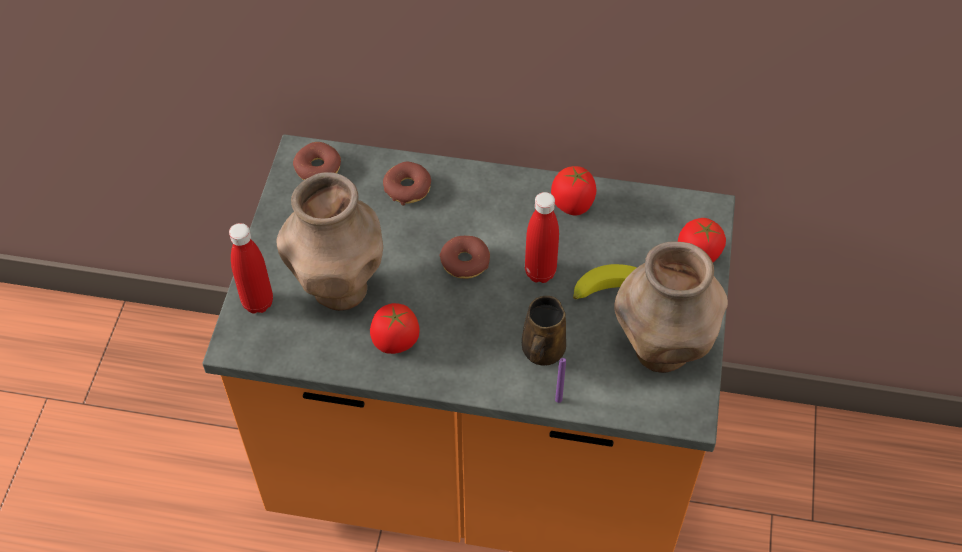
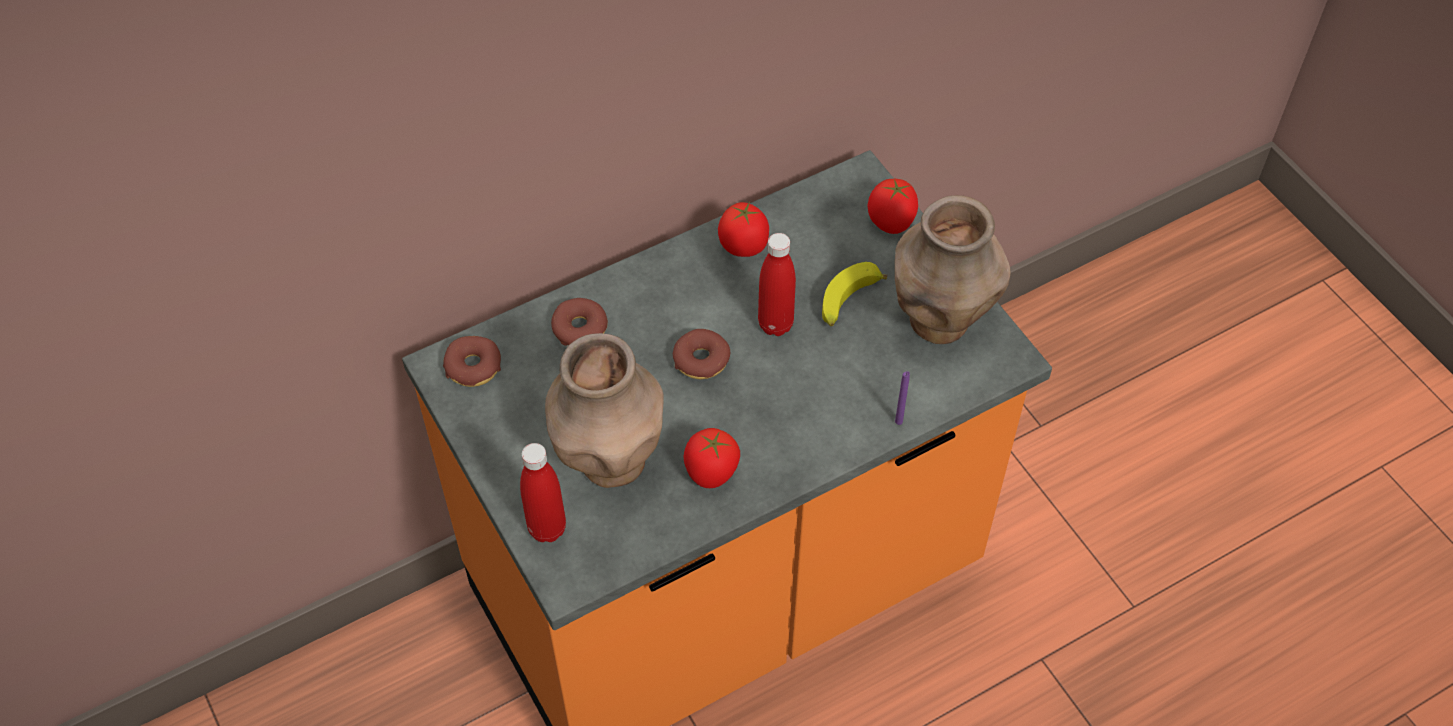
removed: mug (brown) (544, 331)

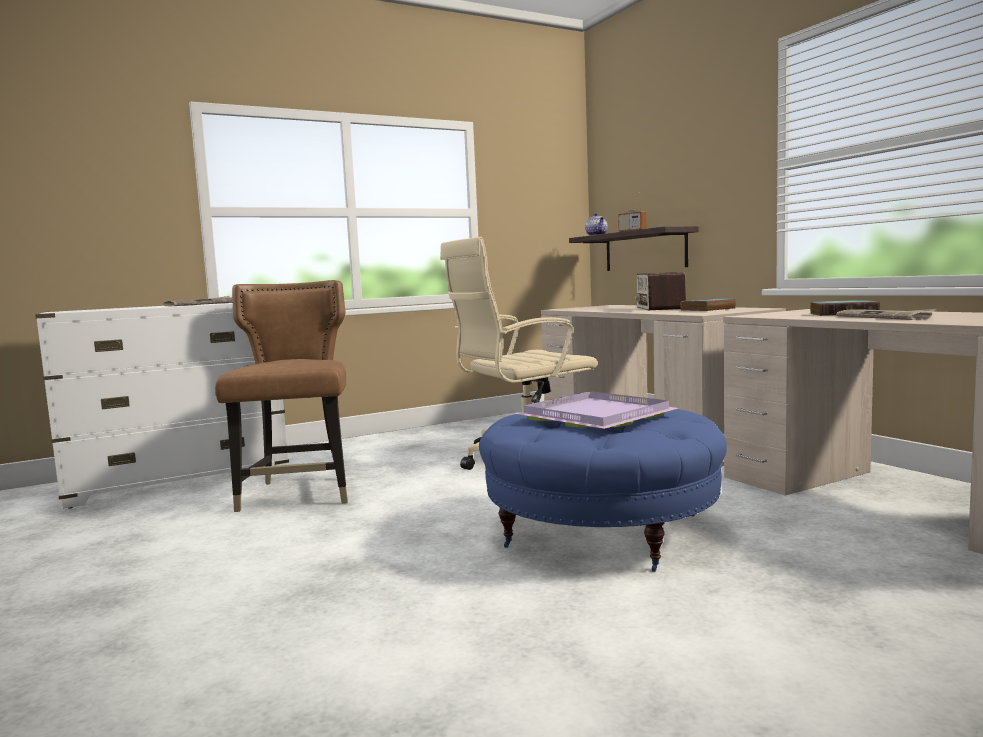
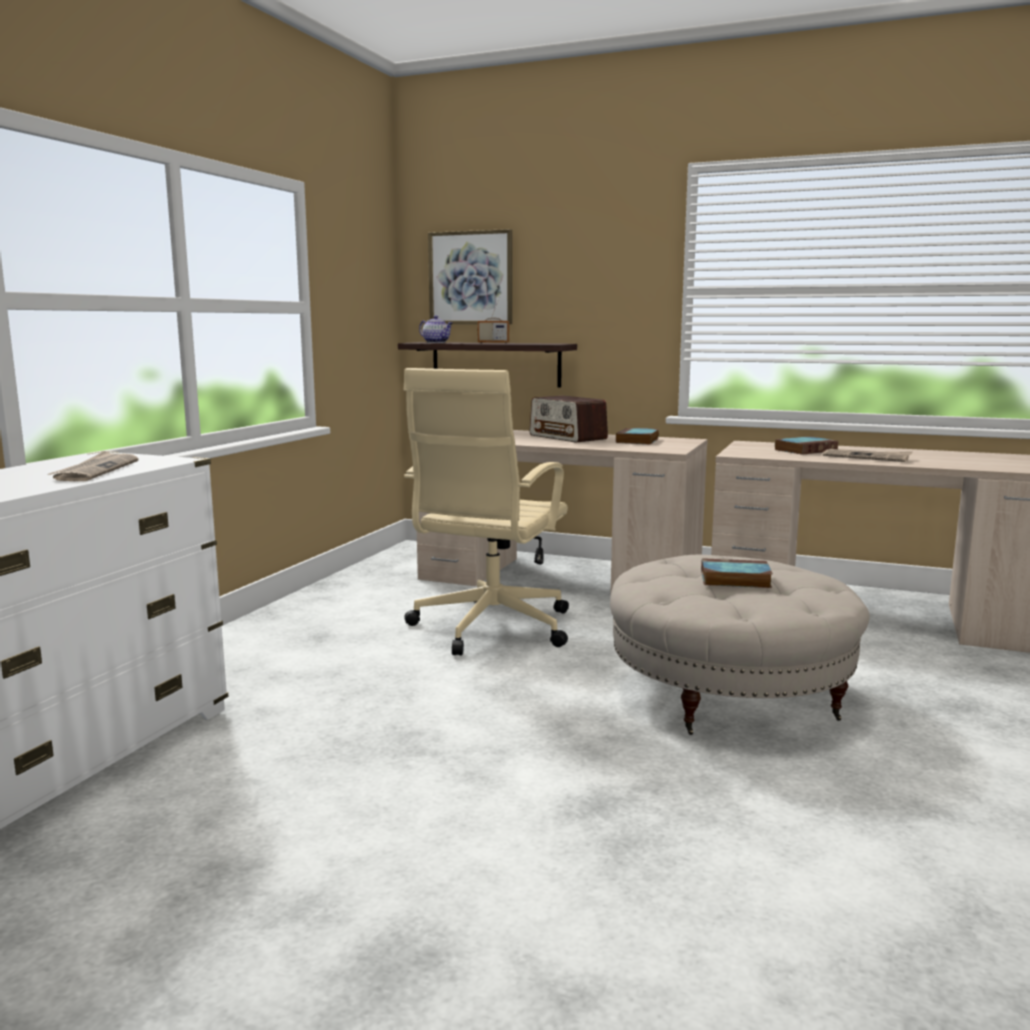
removed: chair (brown) (281, 396)
added: picture (470, 276)
replaced: tray (purple) (596, 410) to book (737, 573)
recoloured: ottoman (blue) (603, 487) to ottoman (beige) (739, 645)

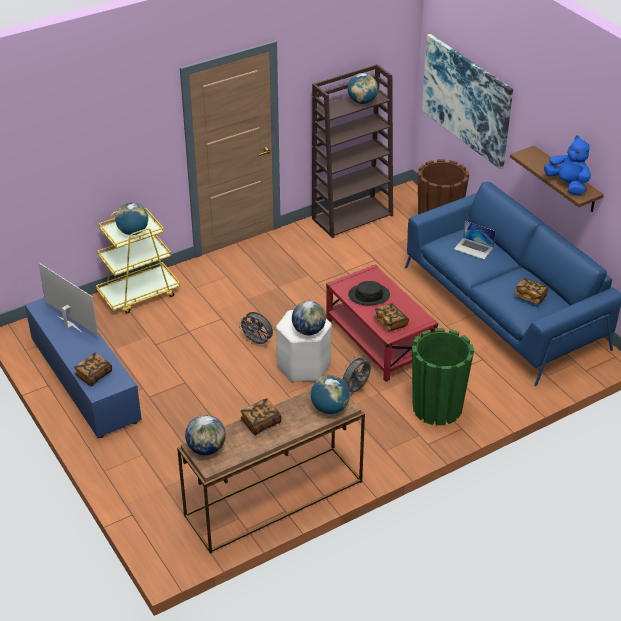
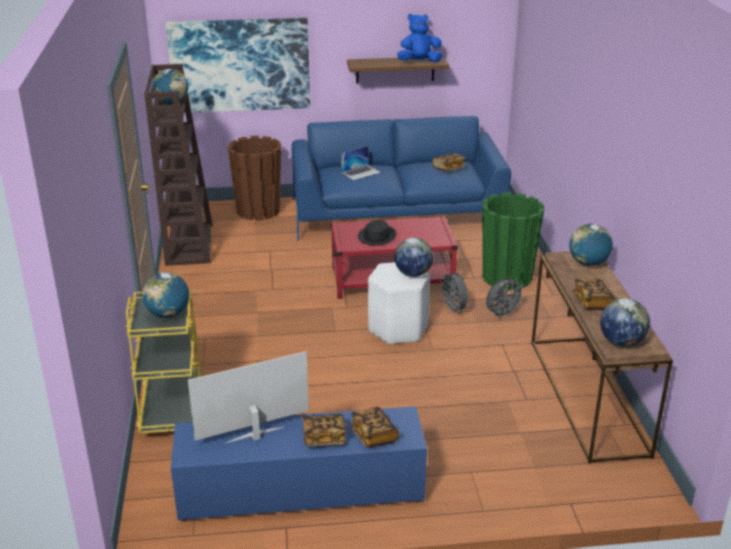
moved: book (391, 317) to (324, 430); fan (grey) (255, 329) to (505, 298)

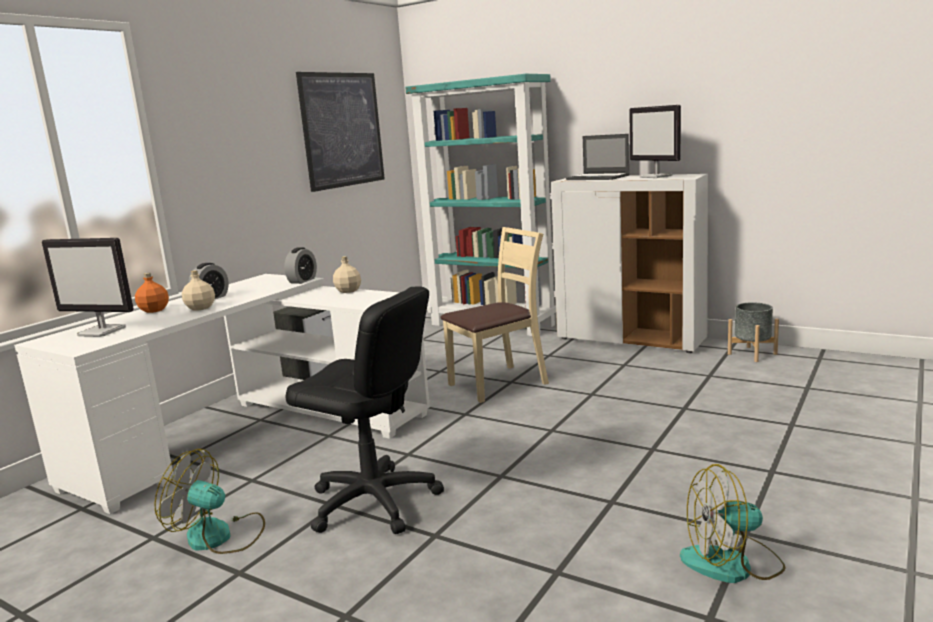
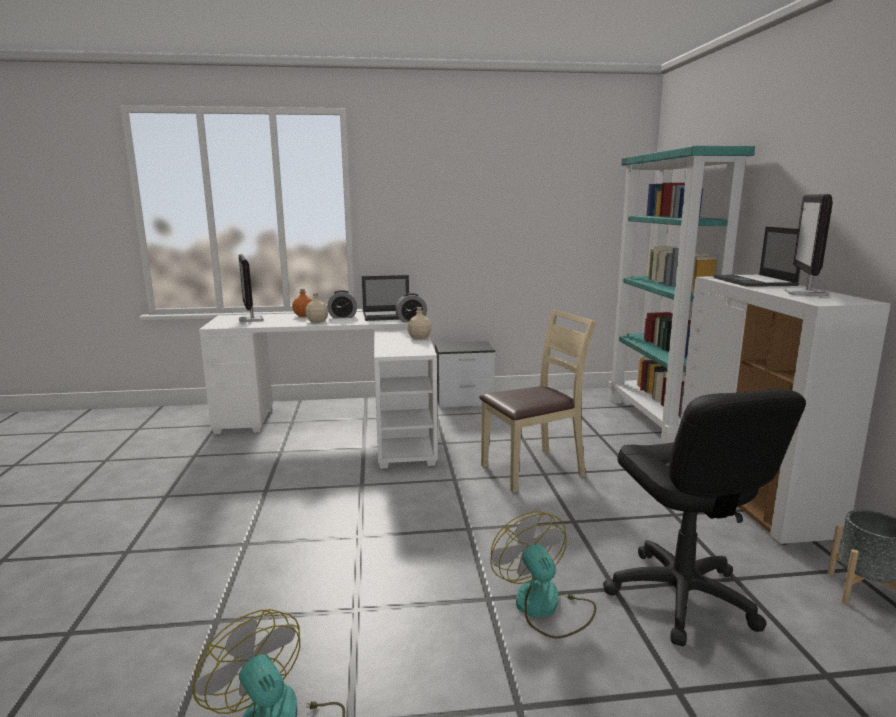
removed: picture (340, 132)
added: laptop (385, 298)
moved: office chair (black) (364, 410) to (704, 517); fan (209, 501) to (543, 575)
turned: chair (beige) (494, 315) = (538, 401) 45 degrees counterclockwise

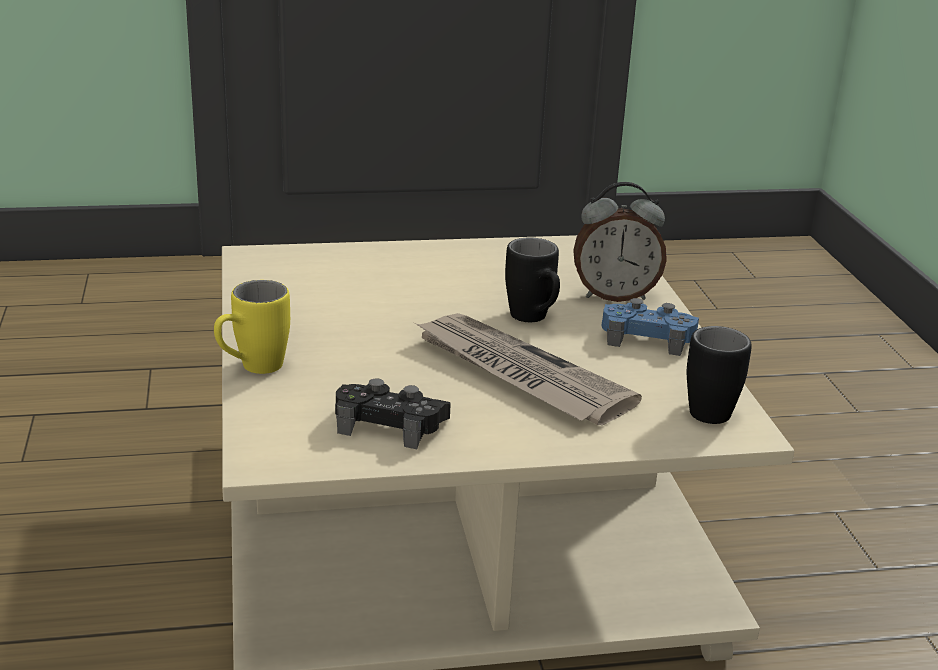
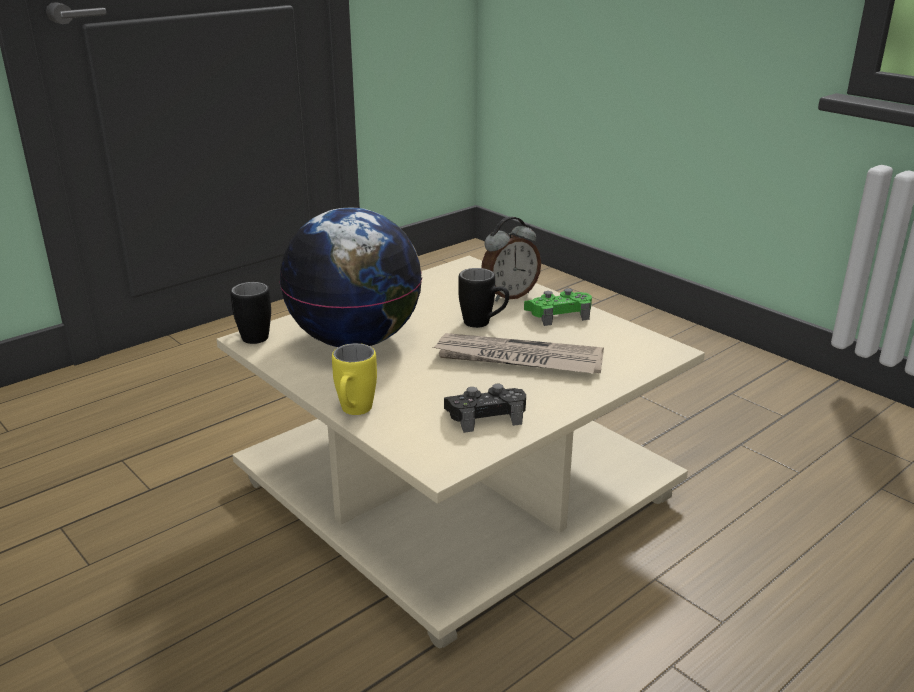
added: globe (351, 277)
moved: mug (black) (719, 375) to (250, 313)
recoloured: game controller (blue) (650, 327) to game controller (green) (558, 307)

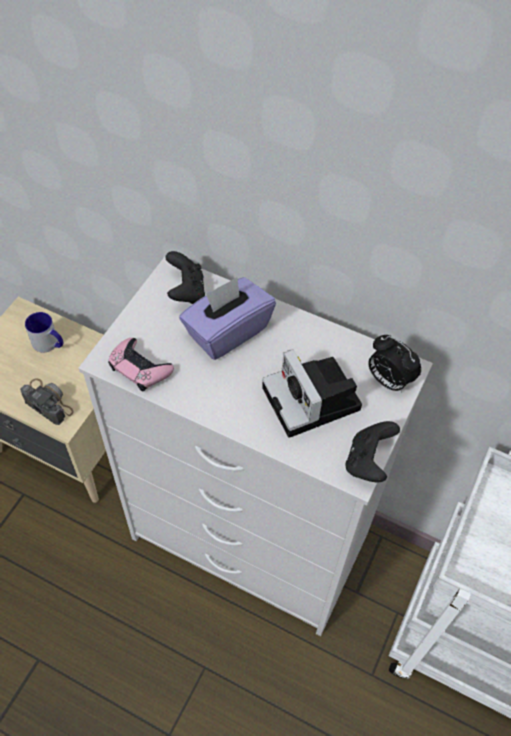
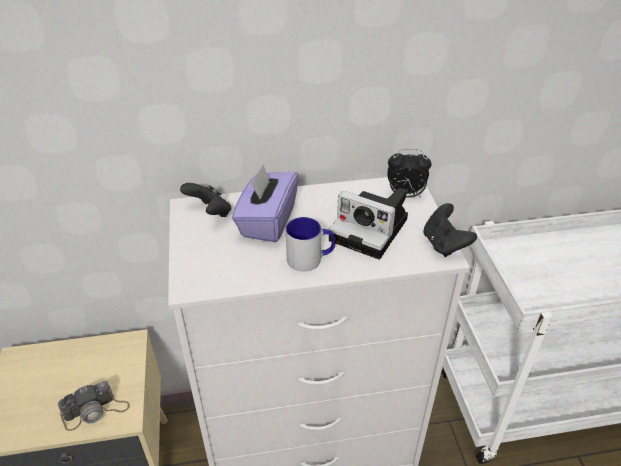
removed: game controller (pink) (141, 364)
moved: mug (44, 332) to (310, 244)
turned: photo camera (46, 401) = (94, 406) 150 degrees clockwise

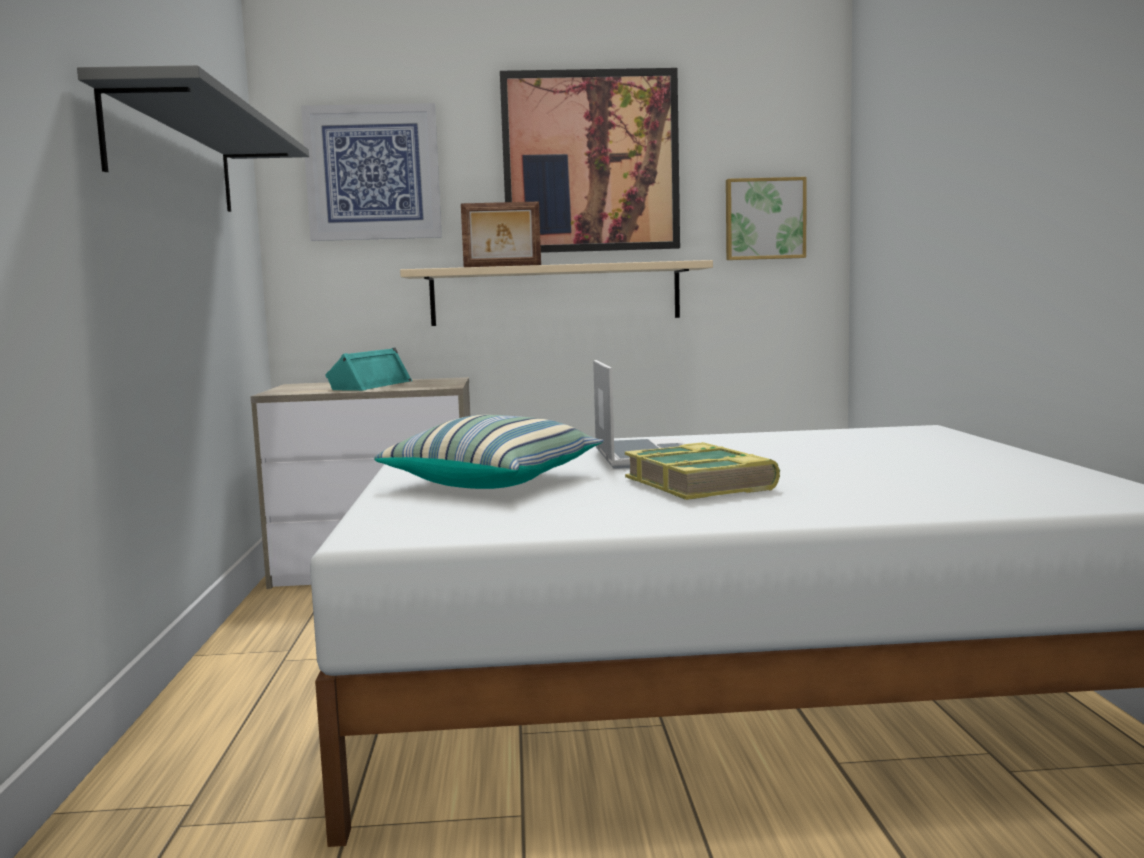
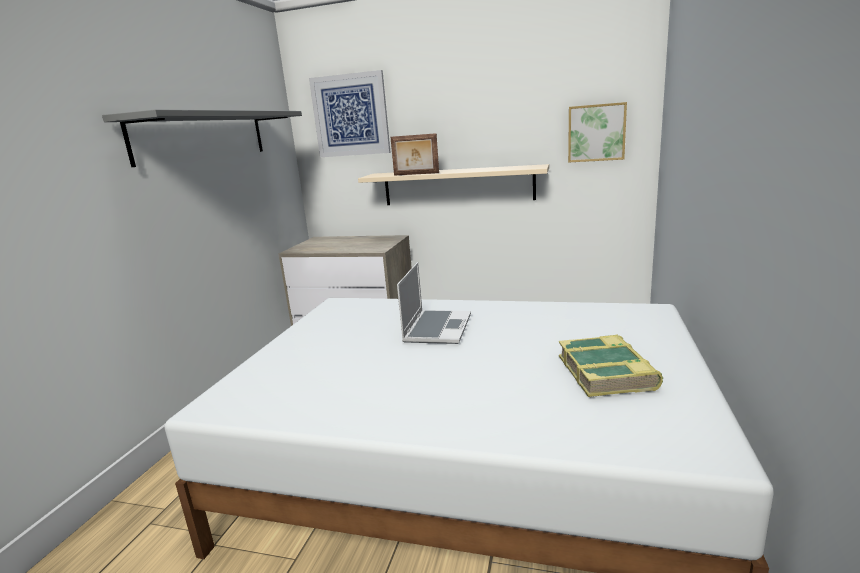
removed: picture (590, 160); speaker (turquoise) (368, 369); pillow (489, 452)
moved: book (702, 471) to (611, 365)

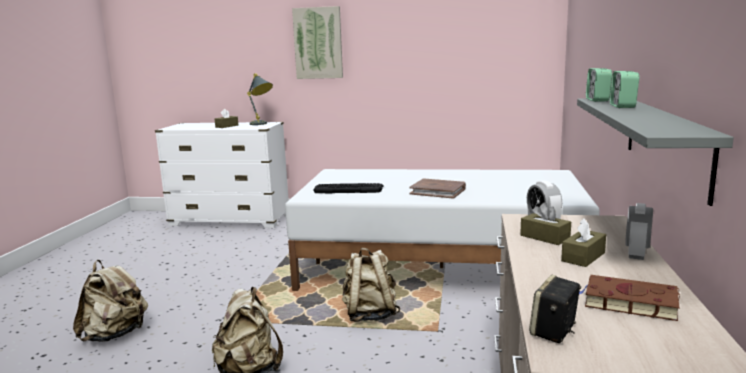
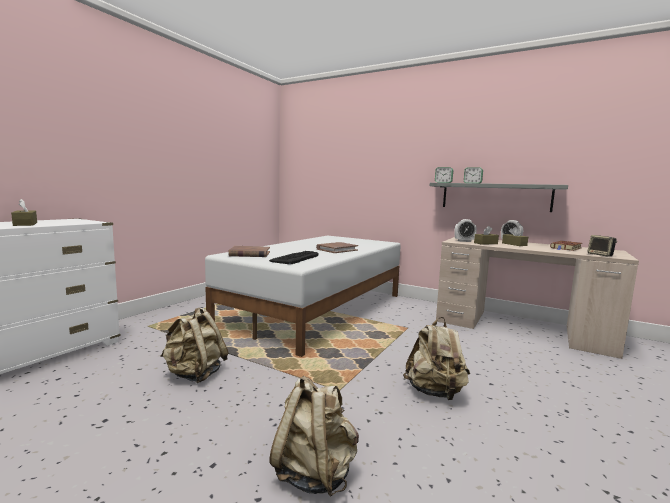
removed: picture (317, 42); table lamp (grey) (260, 99)
added: book (brown) (249, 251)
moved: backpack (beige) (371, 285) to (194, 345)

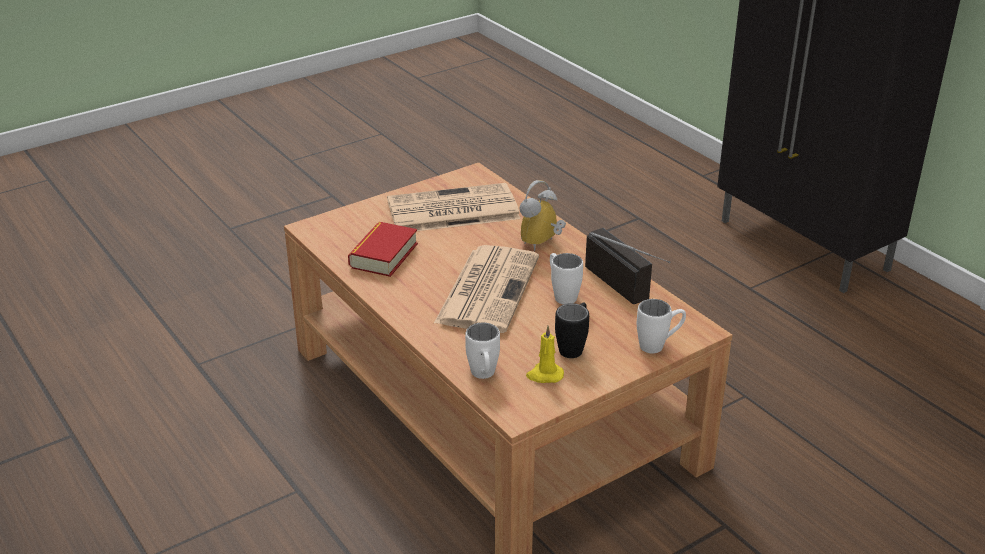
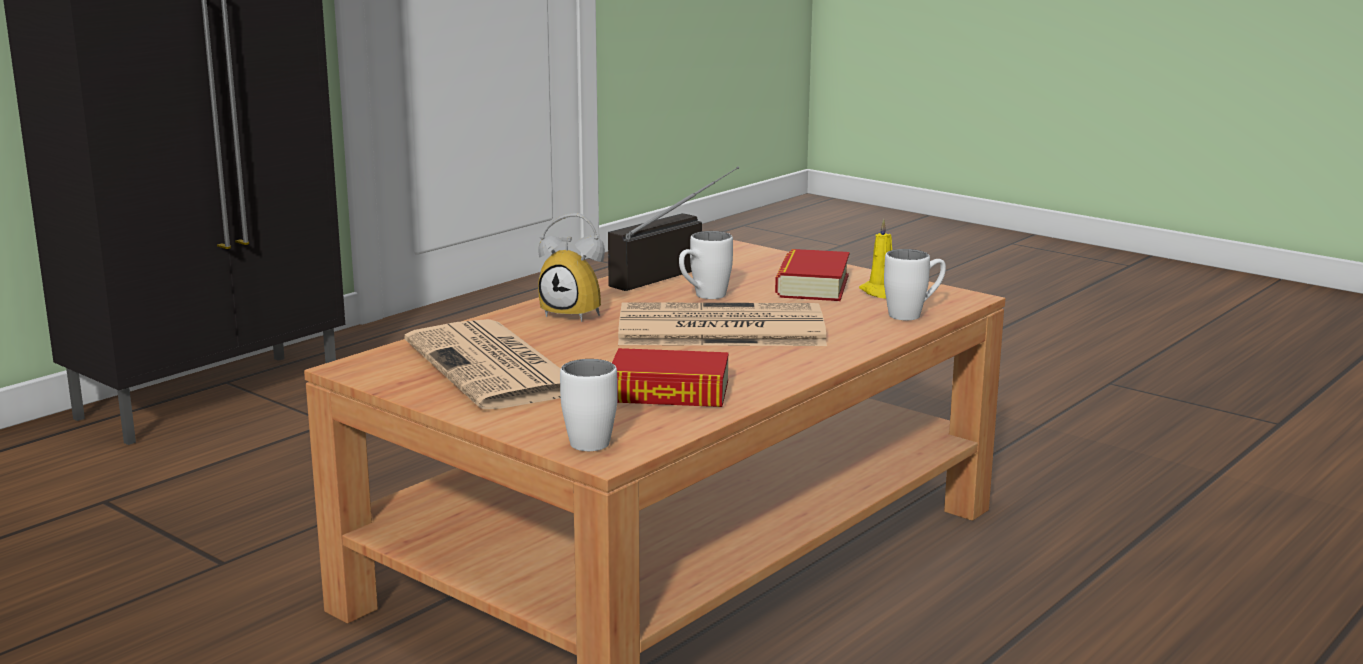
moved: mug (white) (661, 326) to (589, 405)
replaced: mug (black) (572, 330) to book (812, 275)

